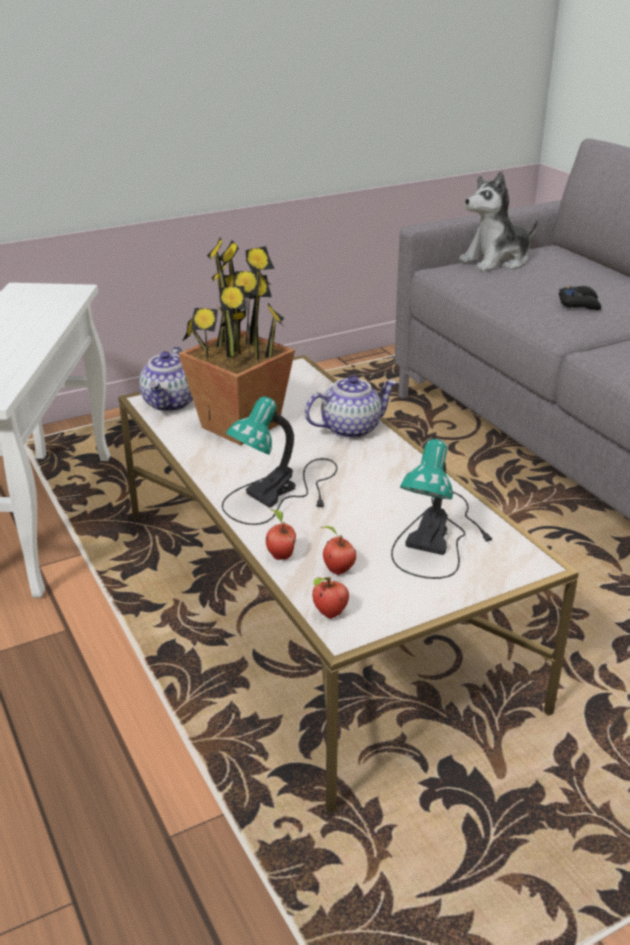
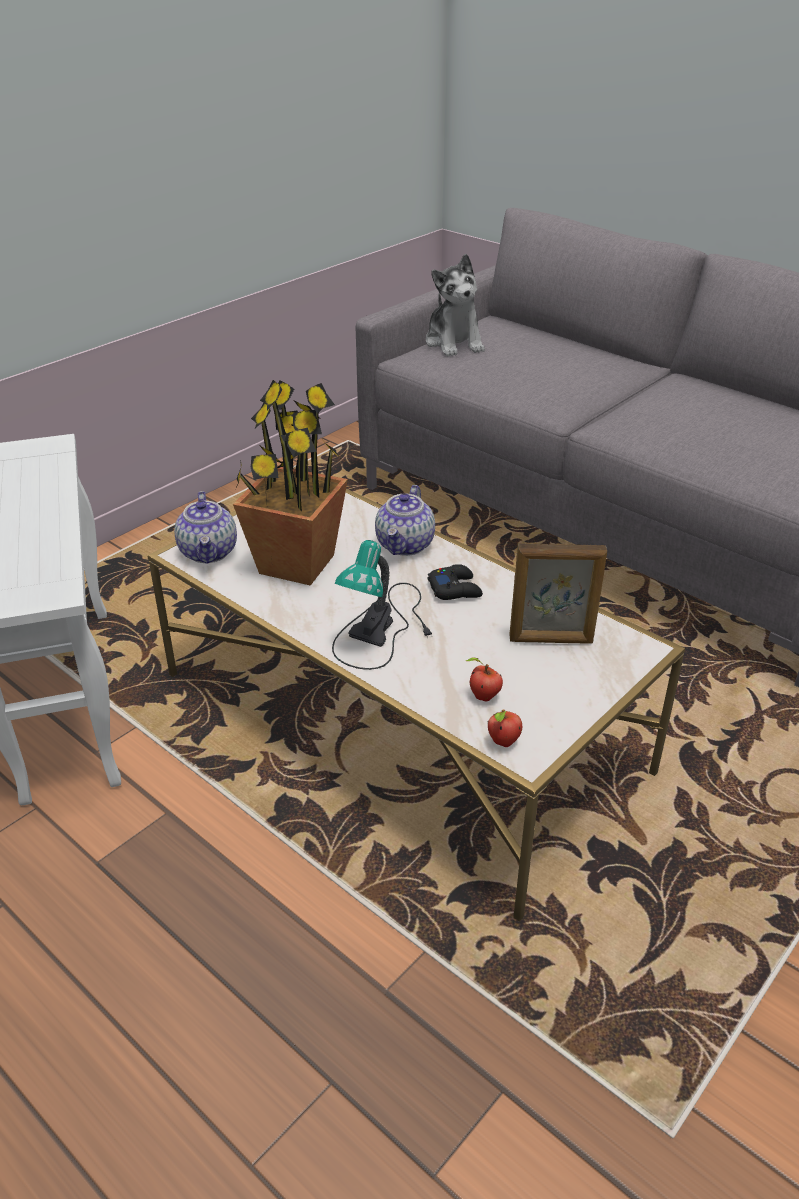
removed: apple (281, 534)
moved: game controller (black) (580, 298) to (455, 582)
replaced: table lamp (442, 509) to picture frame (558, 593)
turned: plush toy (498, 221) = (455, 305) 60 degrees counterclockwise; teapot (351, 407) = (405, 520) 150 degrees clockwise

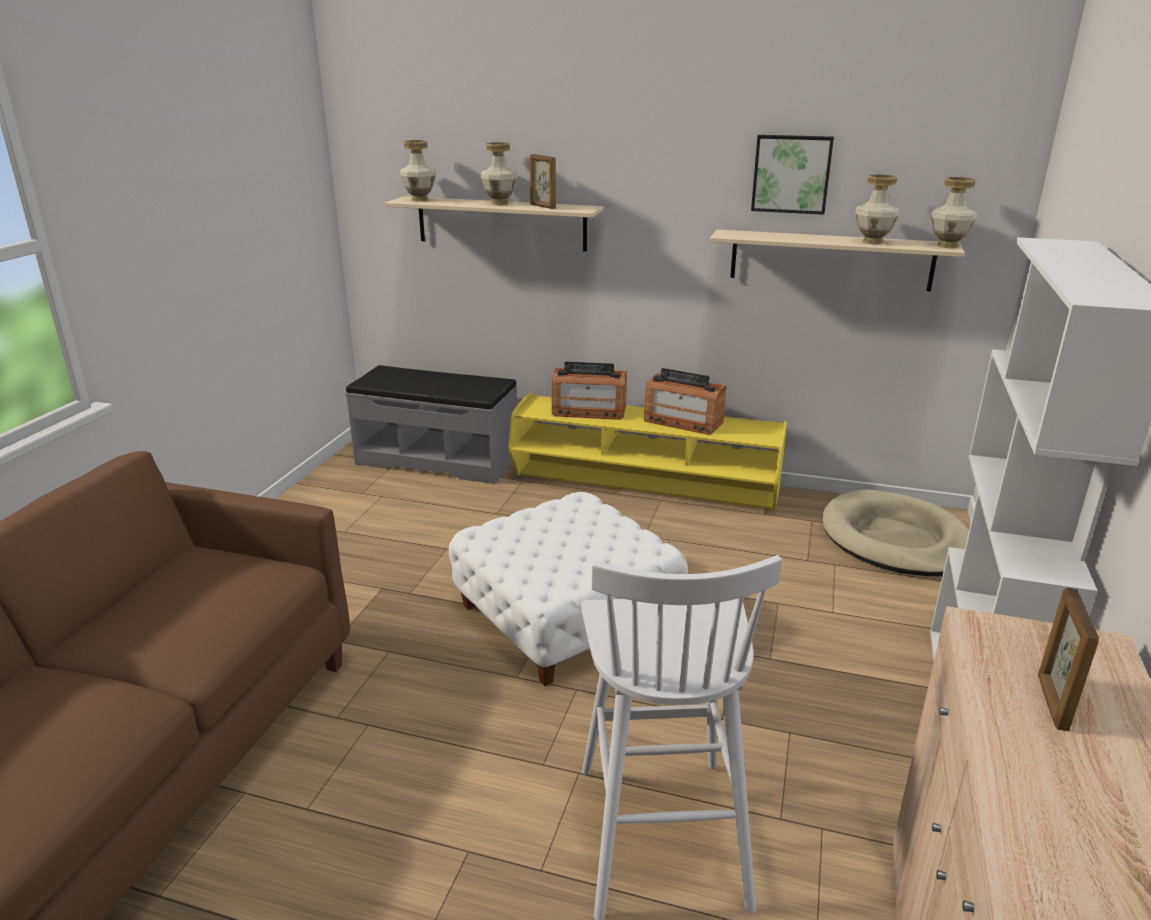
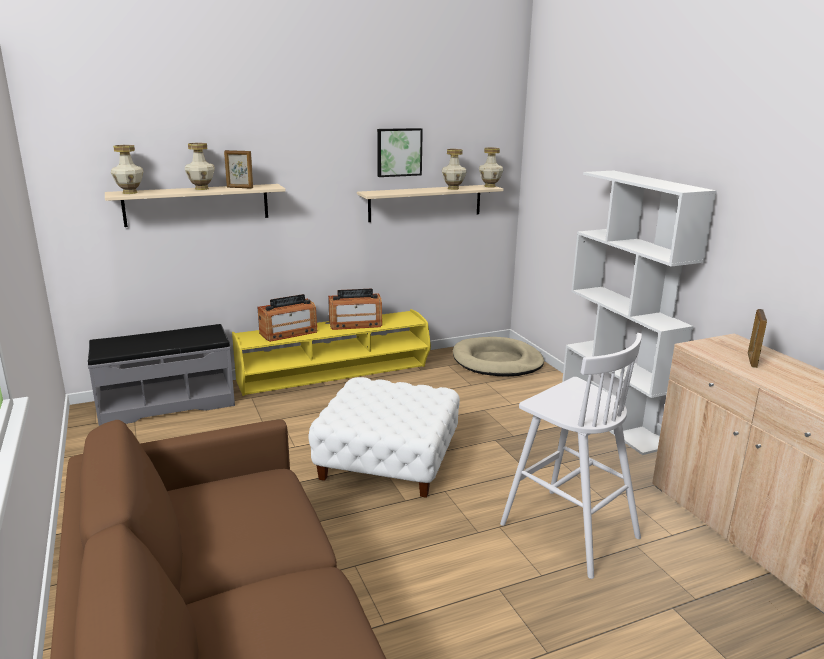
turned: picture frame (1068, 659) = (757, 338) 45 degrees clockwise

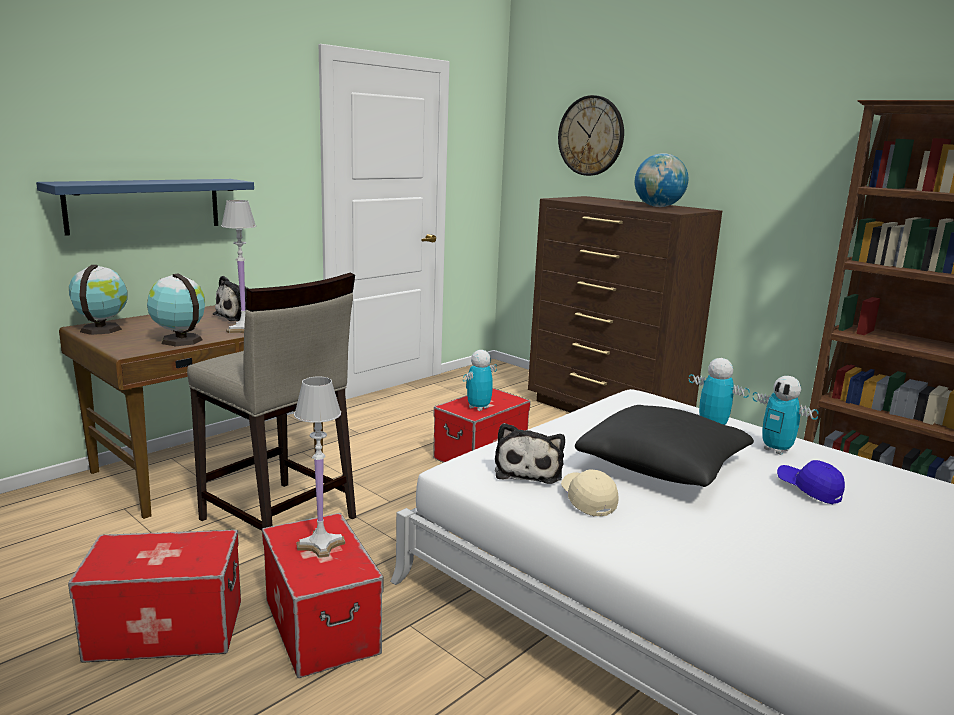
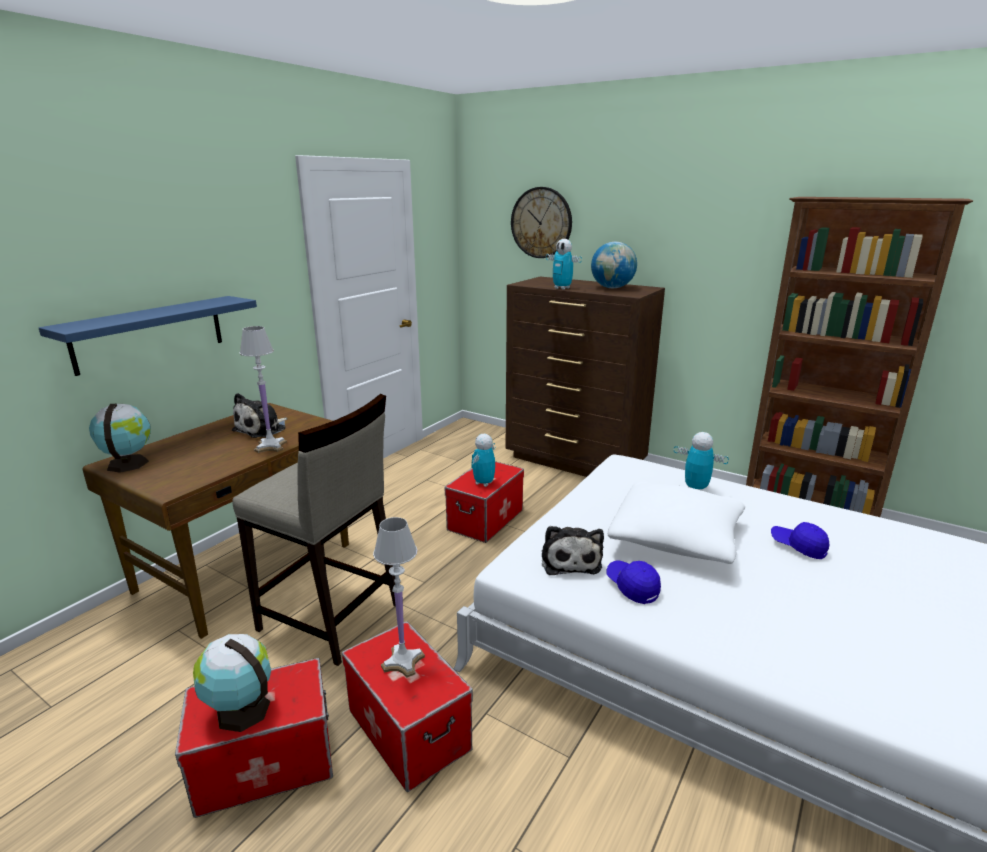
moved: globe (176, 309) to (232, 683); toy robot (786, 415) to (564, 264)
recoloured: pillow (black) (664, 446) to pillow (white) (676, 522); cap (beige) (589, 492) to cap (blue) (633, 582)

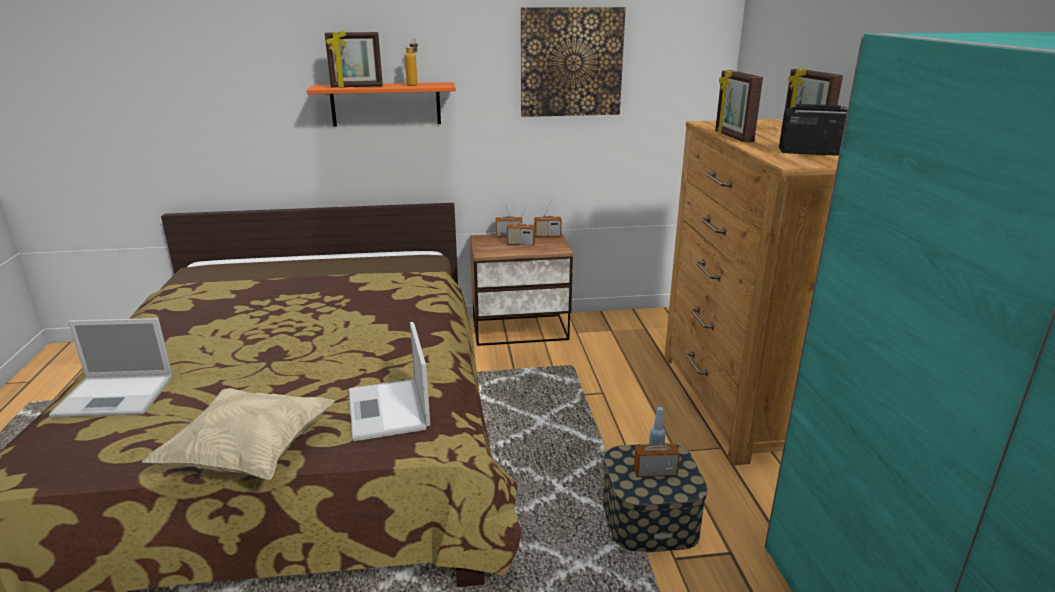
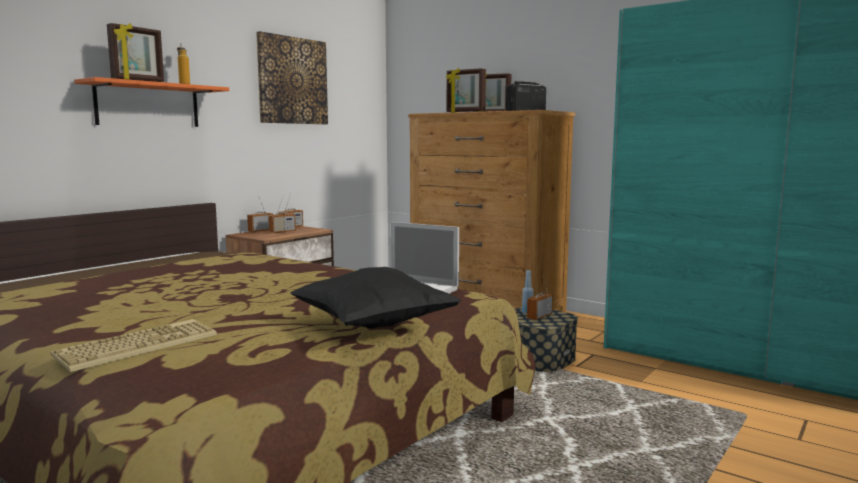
replaced: laptop (110, 368) to keyboard (134, 345)
recoloured: pillow (beige) (238, 434) to pillow (black) (375, 298)

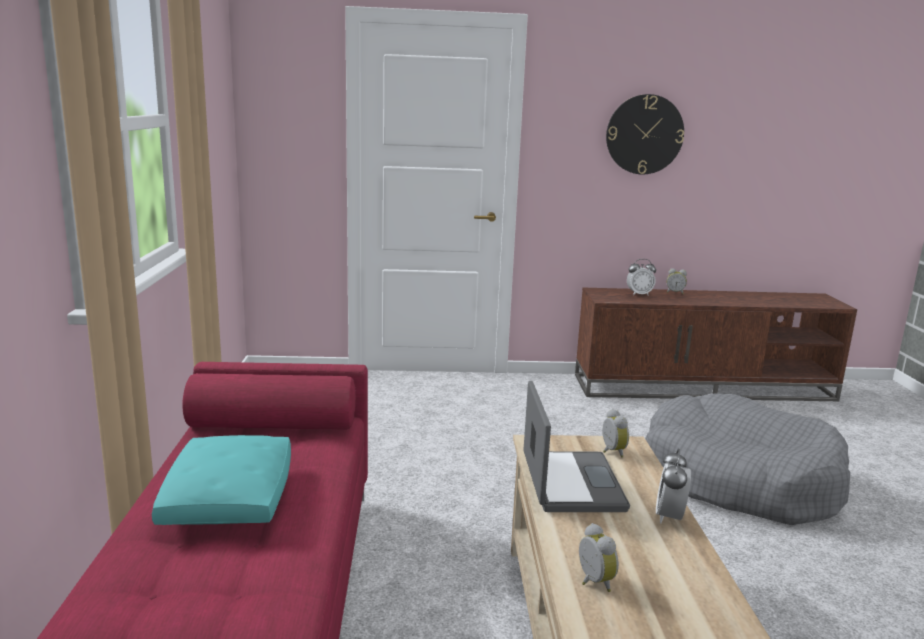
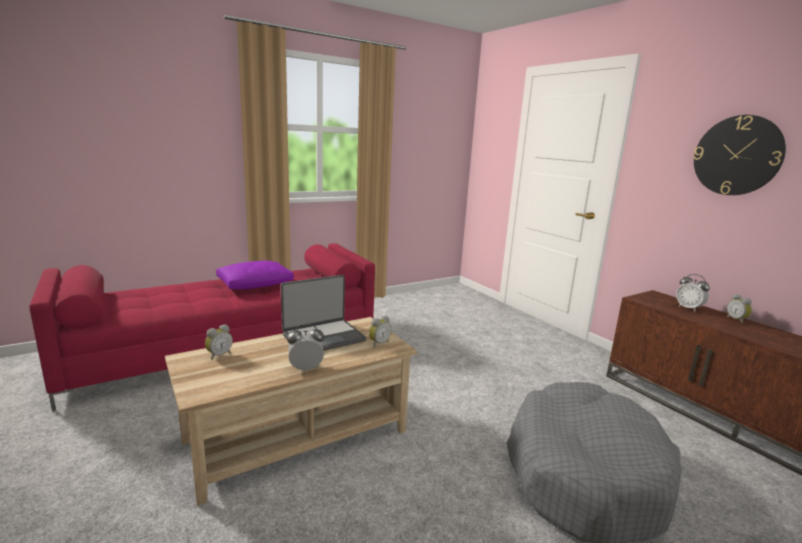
recoloured: pillow (turquoise) (221, 480) to pillow (purple) (255, 275)

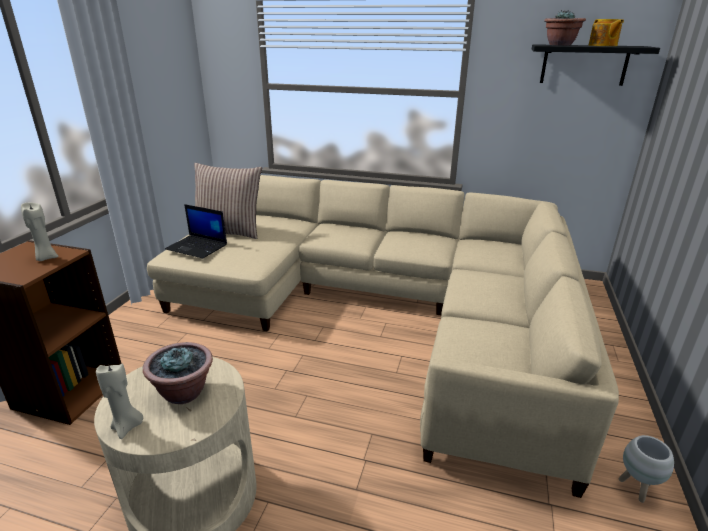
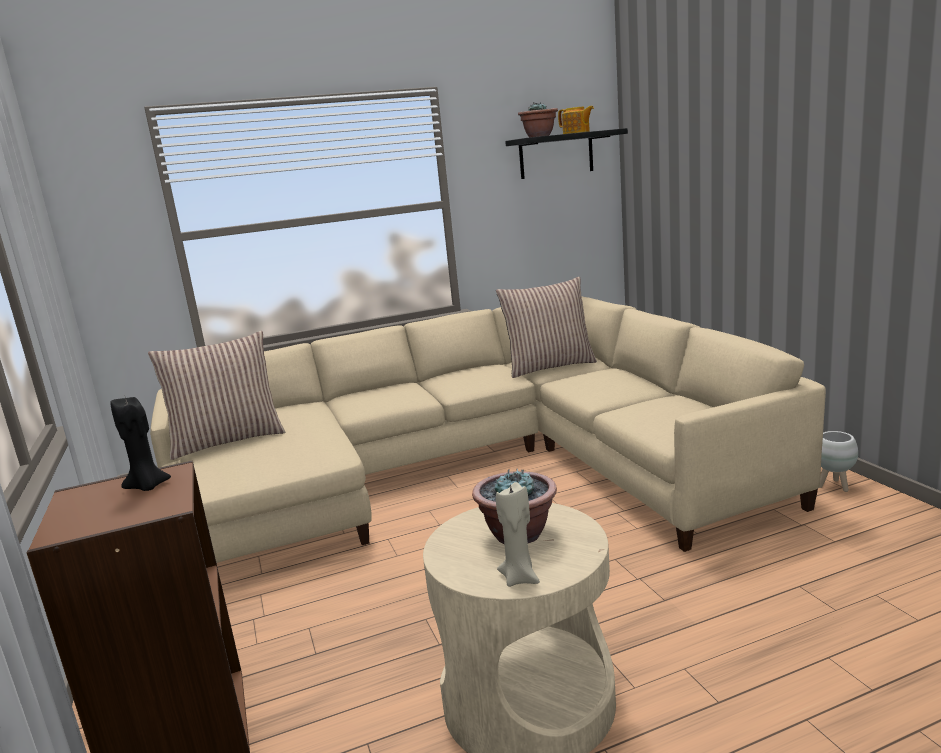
removed: laptop (196, 231)
added: pillow (546, 327)
recoloured: candle (beige) (39, 232) to candle (black) (140, 444)

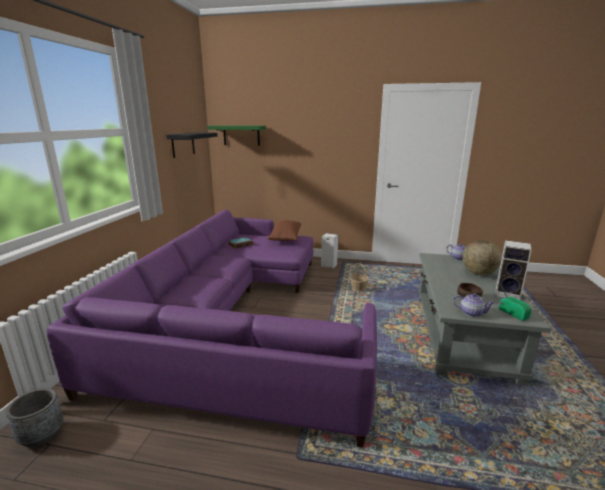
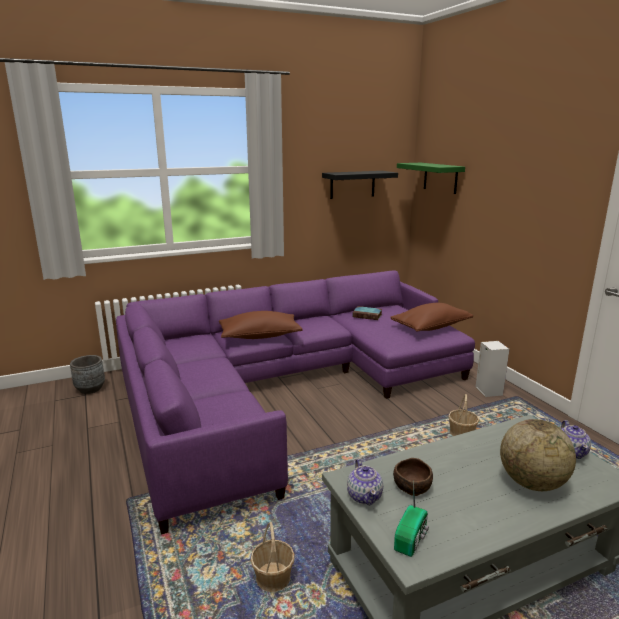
removed: speaker (513, 270)
added: pillow (brown) (261, 325); basket (272, 557)

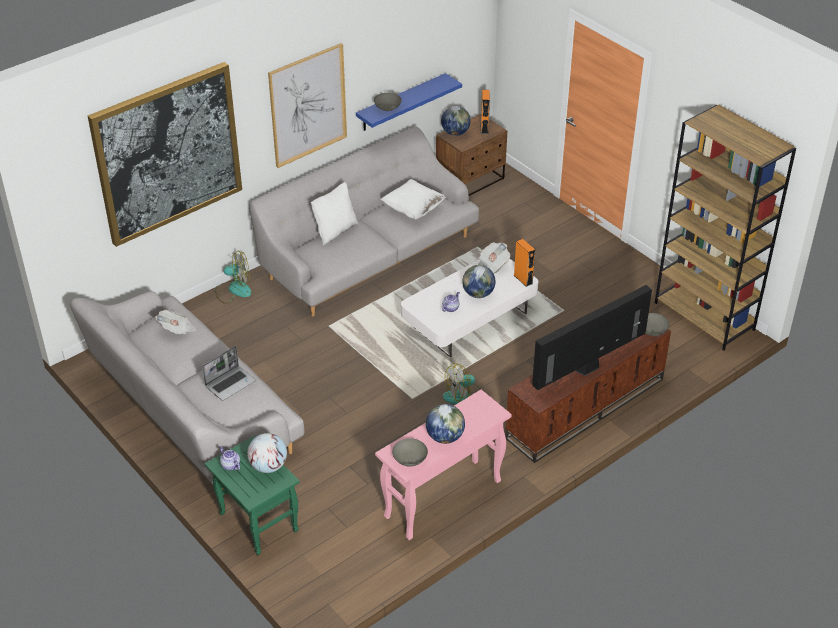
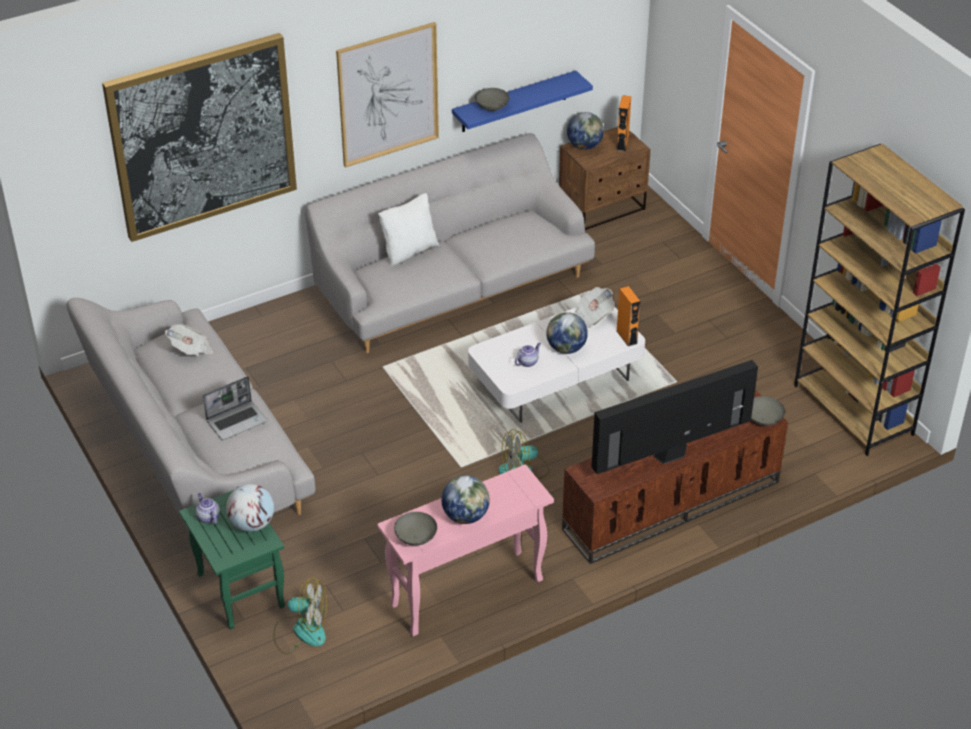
removed: pillow (white) (413, 199)
moved: fan (233, 277) to (300, 616)

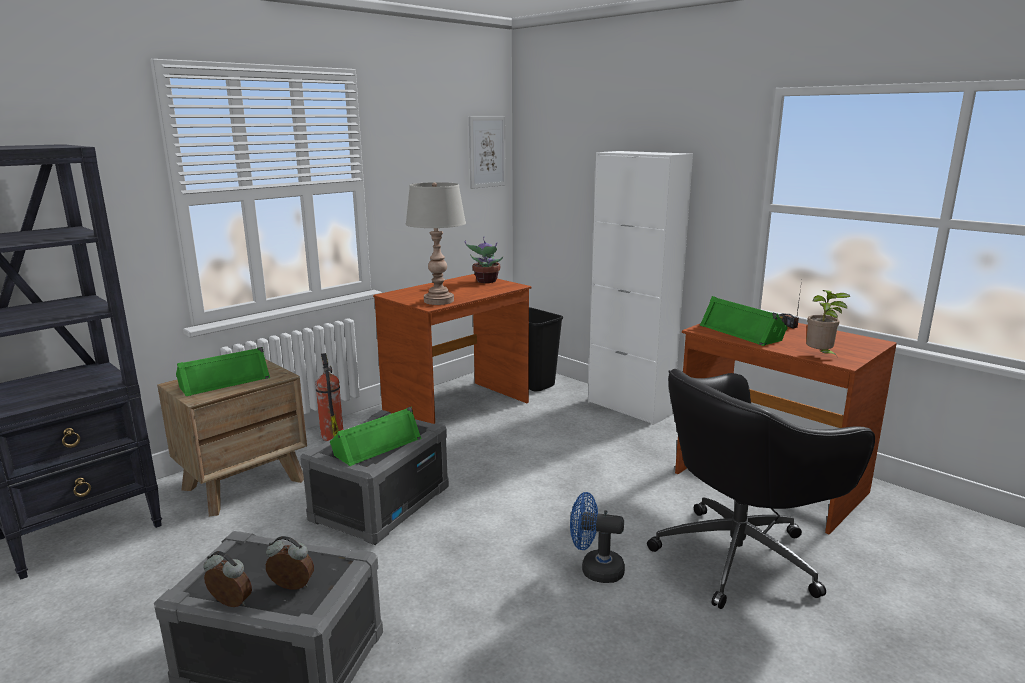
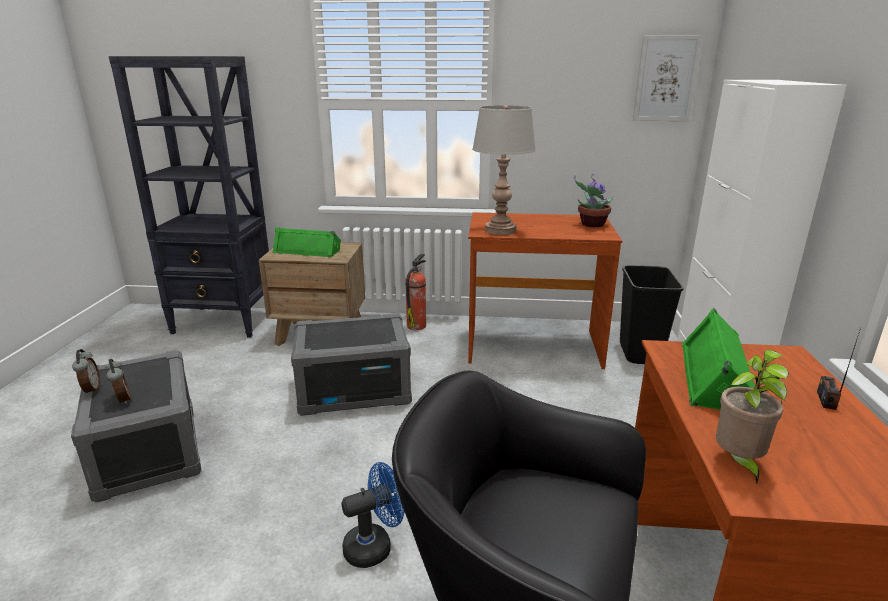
removed: speaker (green) (376, 436)
turned: fan (blue) (597, 537) = (372, 515) 90 degrees clockwise

